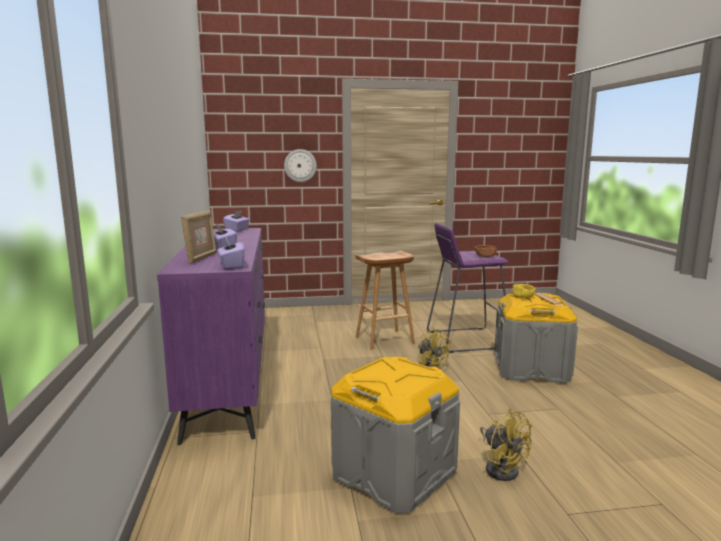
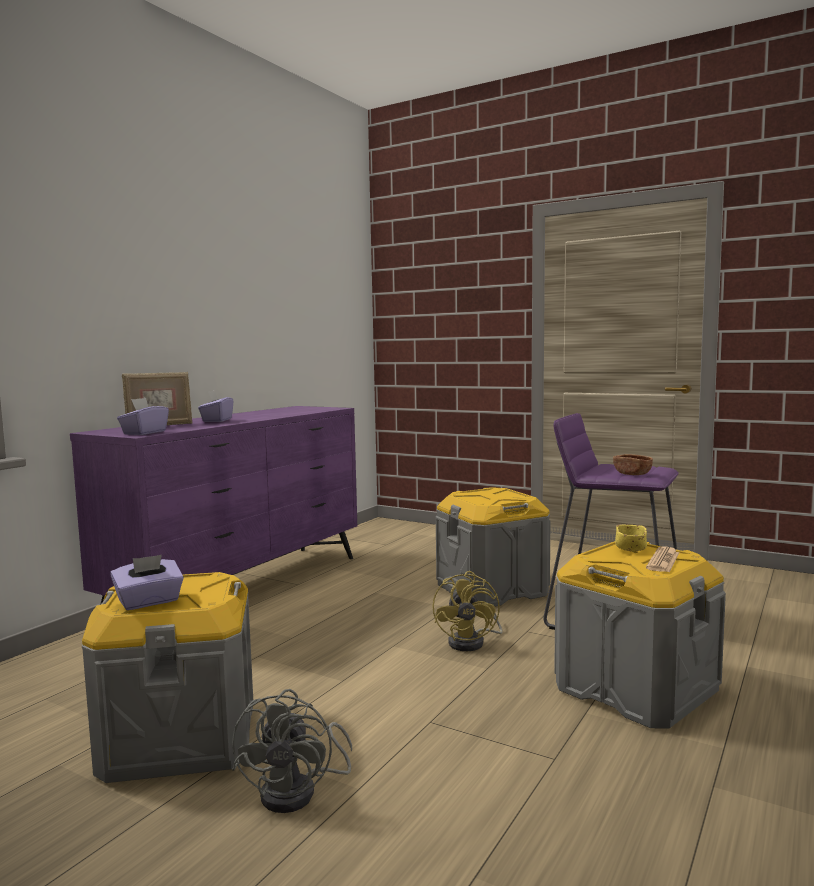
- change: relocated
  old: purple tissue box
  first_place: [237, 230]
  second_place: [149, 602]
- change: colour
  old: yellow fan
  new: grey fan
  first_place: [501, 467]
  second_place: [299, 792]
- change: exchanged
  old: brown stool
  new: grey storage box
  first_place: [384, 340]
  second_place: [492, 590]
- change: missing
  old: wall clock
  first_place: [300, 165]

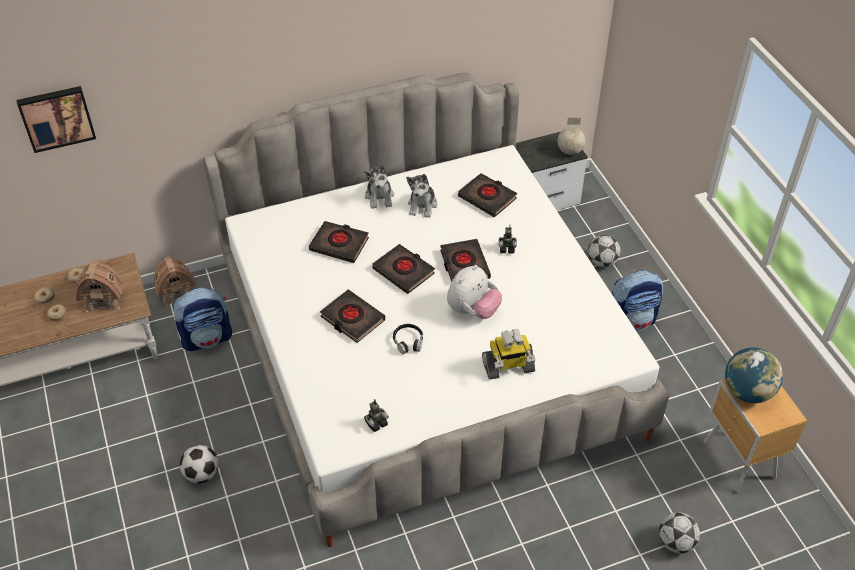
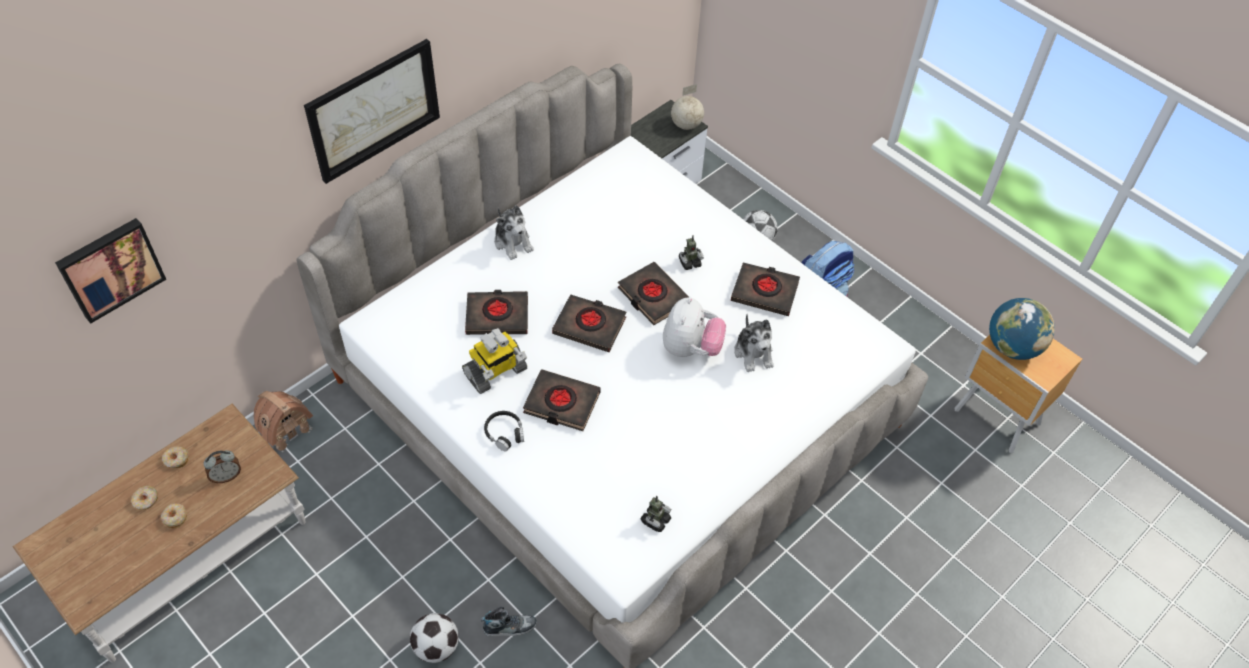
- change: exchanged
  old: toy house
  new: alarm clock
  first_place: [104, 299]
  second_place: [226, 476]
- change: appeared
  new: picture
  second_place: [374, 110]
- change: relocated
  old: toy robot
  first_place: [508, 367]
  second_place: [495, 372]
- change: appeared
  new: shoe
  second_place: [509, 627]
- change: relocated
  old: black headphones
  first_place: [408, 341]
  second_place: [505, 433]
- change: relocated
  old: black book
  first_place: [487, 198]
  second_place: [765, 292]
- change: relocated
  old: plush toy
  first_place: [422, 205]
  second_place: [753, 353]
- change: missing
  old: backpack
  first_place: [207, 338]
- change: missing
  old: football
  first_place: [675, 542]

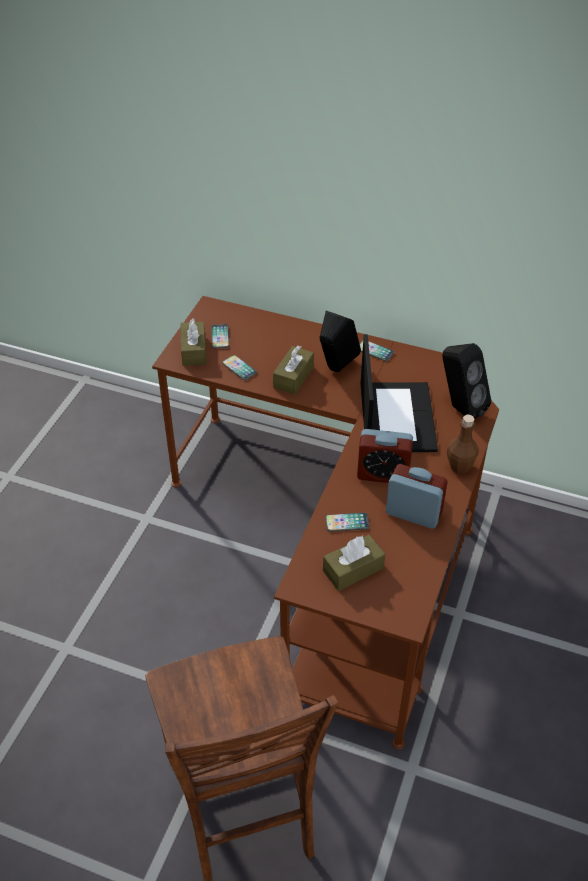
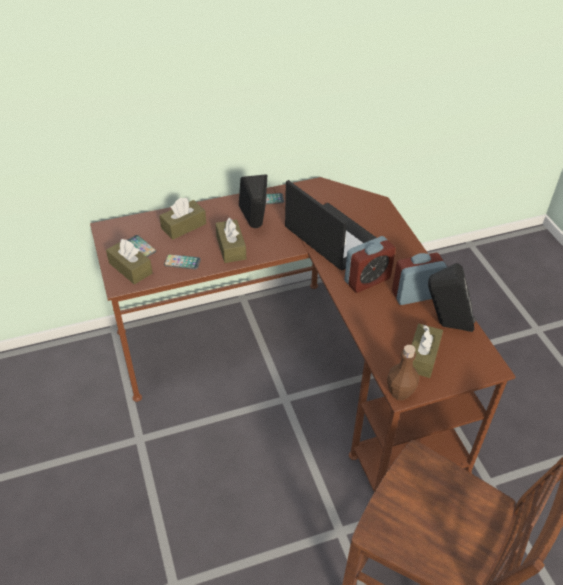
- change: appeared
  new: brown tissue box
  second_place: [184, 226]
- change: relocated
  old: brown bottle
  first_place: [459, 466]
  second_place: [400, 392]
- change: relocated
  old: black speaker
  first_place: [459, 408]
  second_place: [445, 324]
- change: missing
  old: phone
  first_place: [347, 523]

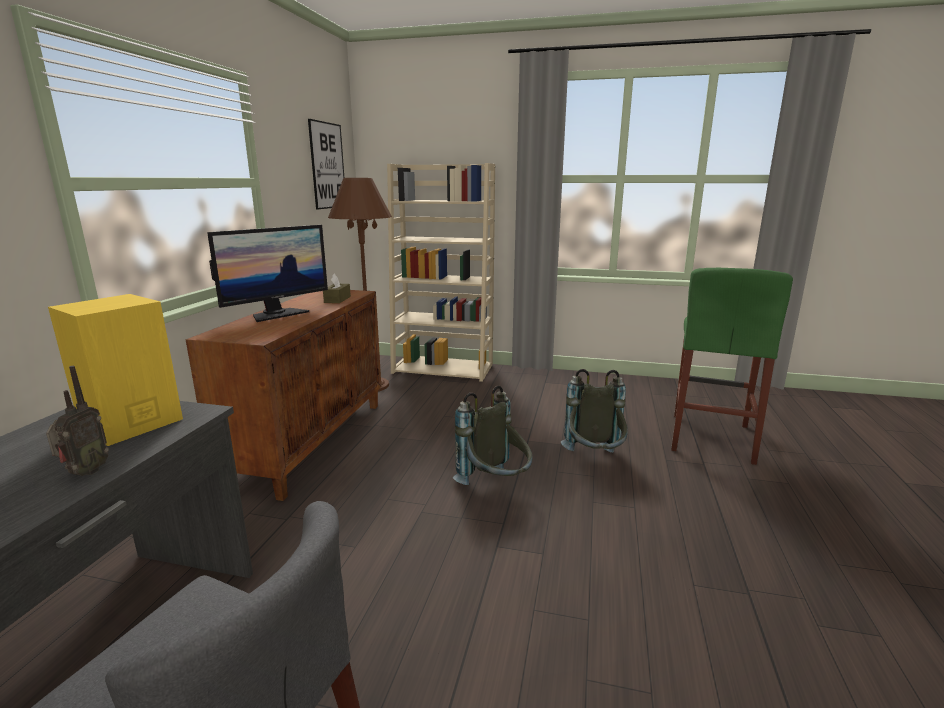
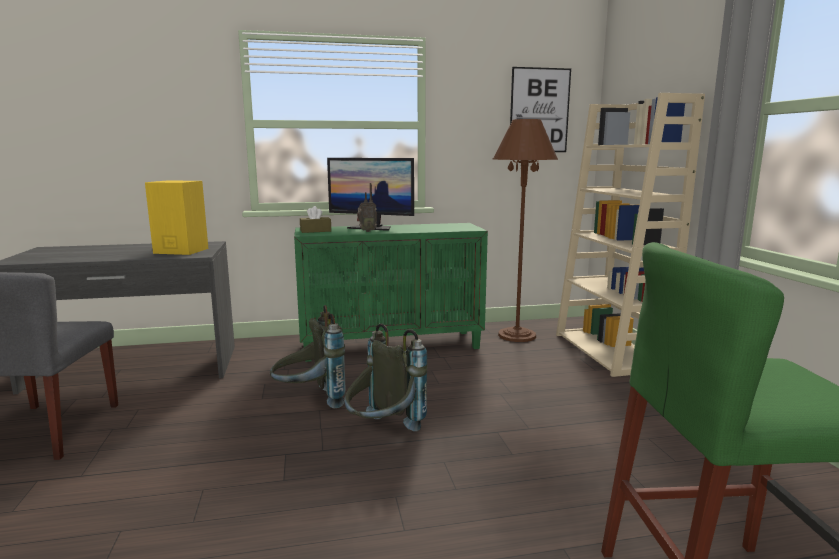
- change: relocated
  old: grey backpack
  first_place: [594, 460]
  second_place: [310, 401]
- change: colour
  old: brown cabinet
  new: green cabinet
  first_place: [311, 441]
  second_place: [392, 345]
- change: relocated
  old: brown tissue box
  first_place: [337, 299]
  second_place: [315, 231]
- change: relocated
  old: radio
  first_place: [84, 473]
  second_place: [366, 231]

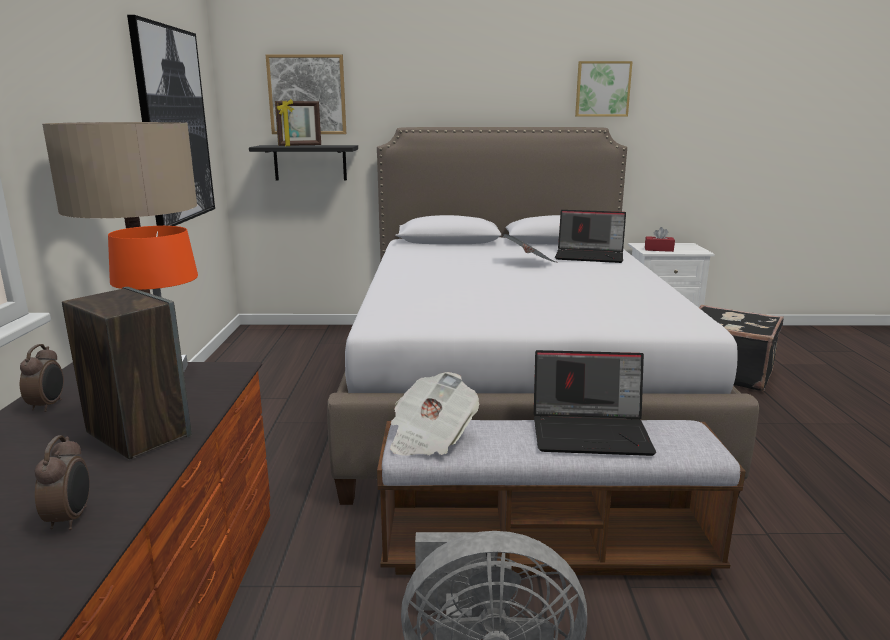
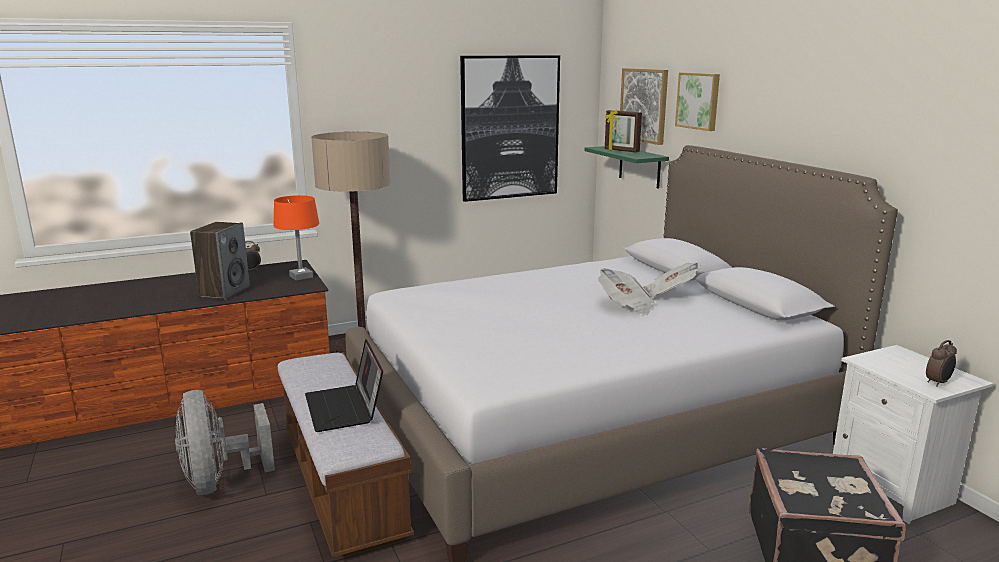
- change: colour
  old: black shelf
  new: green shelf
  first_place: [310, 162]
  second_place: [639, 166]
- change: relocated
  old: newspaper
  first_place: [430, 437]
  second_place: [667, 294]
- change: relocated
  old: picture
  first_place: [602, 89]
  second_place: [699, 101]
- change: relocated
  old: alarm clock
  first_place: [71, 518]
  second_place: [938, 383]
- change: missing
  old: laptop
  first_place: [590, 256]
- change: missing
  old: red tissue box
  first_place: [658, 249]

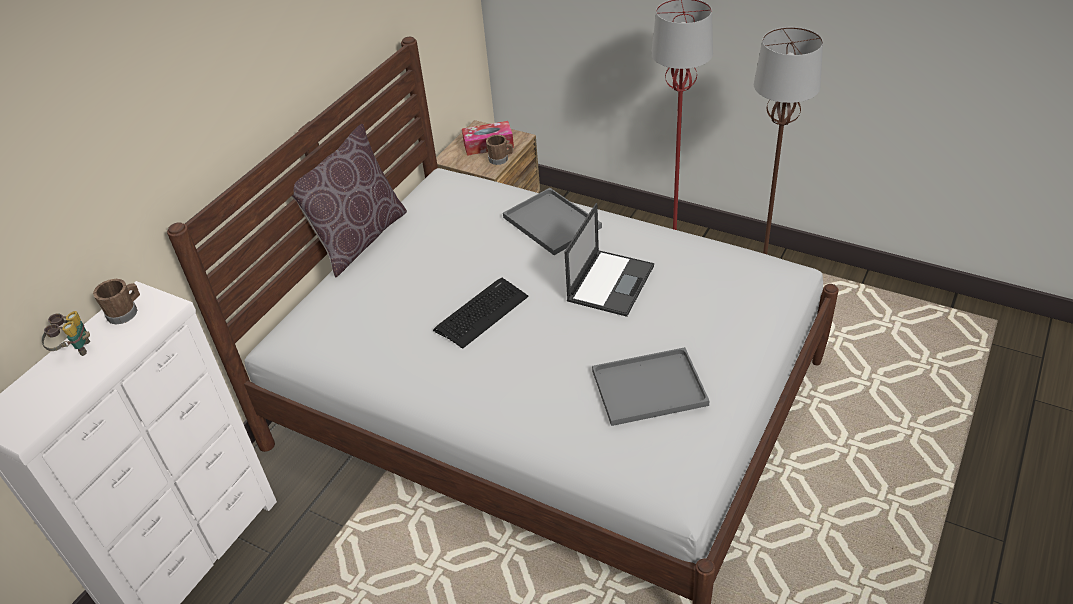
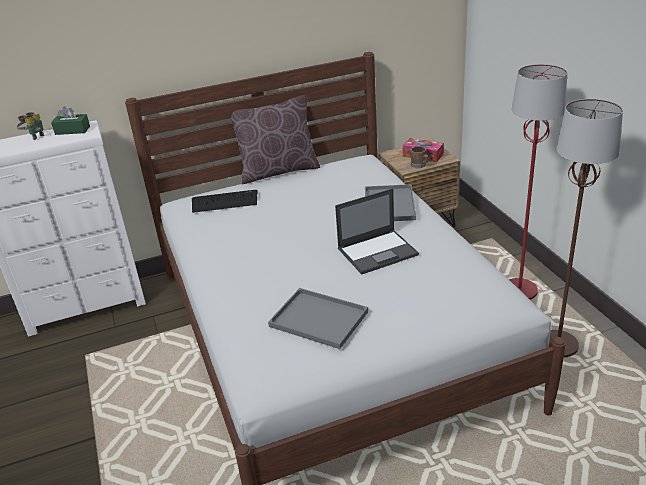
- change: exchanged
  old: brown mug
  new: green tissue box
  first_place: [126, 312]
  second_place: [72, 130]
- change: relocated
  old: keyboard
  first_place: [481, 313]
  second_place: [224, 202]

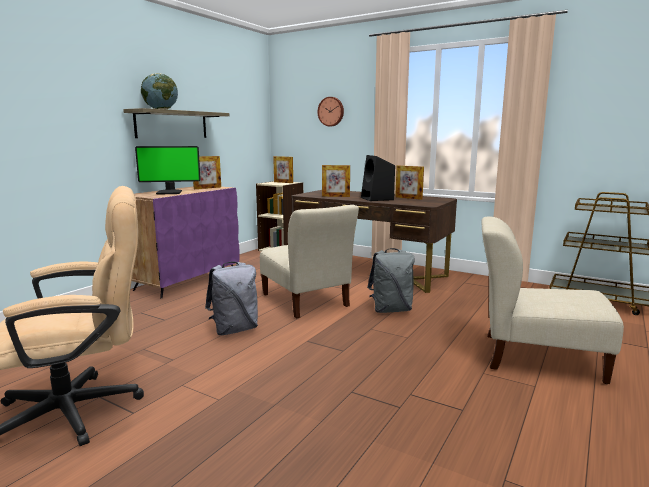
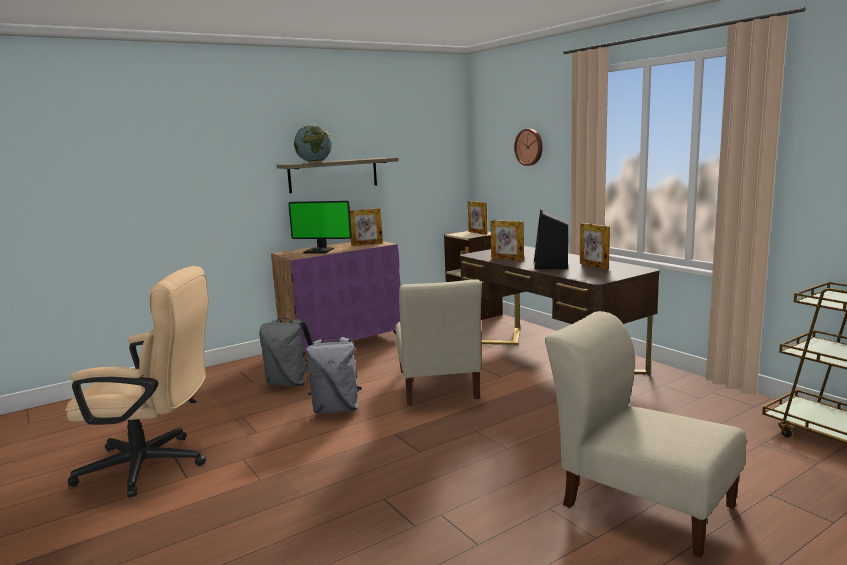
- change: relocated
  old: grey backpack
  first_place: [391, 310]
  second_place: [289, 383]

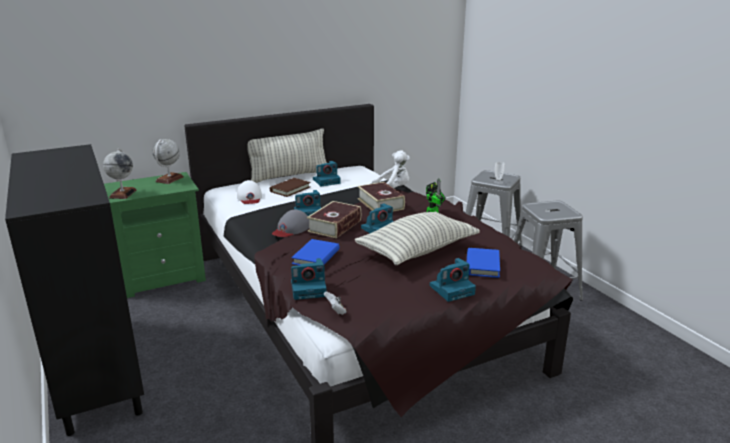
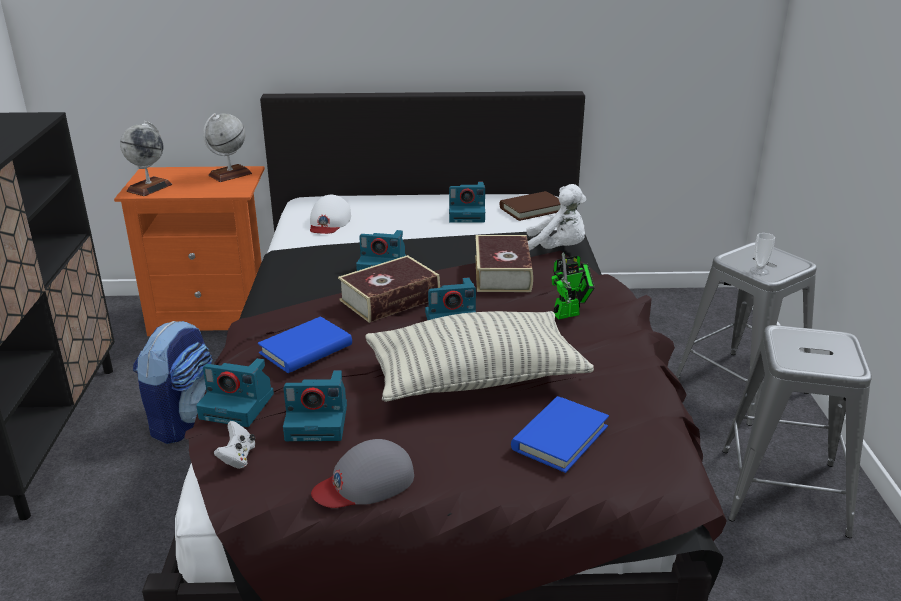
- change: colour
  old: green nightstand
  new: orange nightstand
  first_place: [162, 277]
  second_place: [214, 316]
- change: appeared
  new: backpack
  second_place: [183, 420]
- change: relocated
  old: photo camera
  first_place: [452, 289]
  second_place: [318, 422]
- change: relocated
  old: grey cap
  first_place: [291, 229]
  second_place: [365, 483]
- change: relocated
  old: brown book
  first_place: [290, 189]
  second_place: [532, 209]
- change: missing
  old: pillow
  first_place: [289, 176]

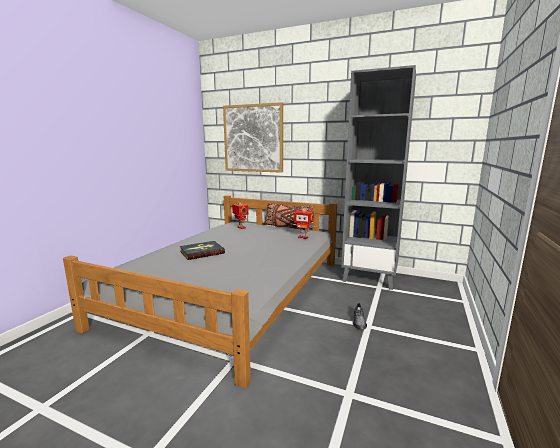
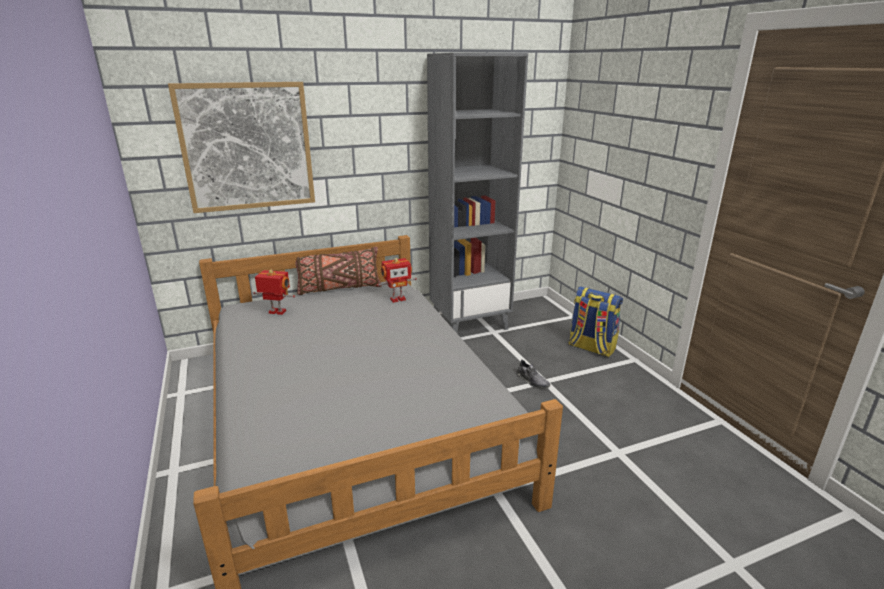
- change: appeared
  new: backpack
  second_place: [591, 348]
- change: missing
  old: book
  first_place: [202, 252]

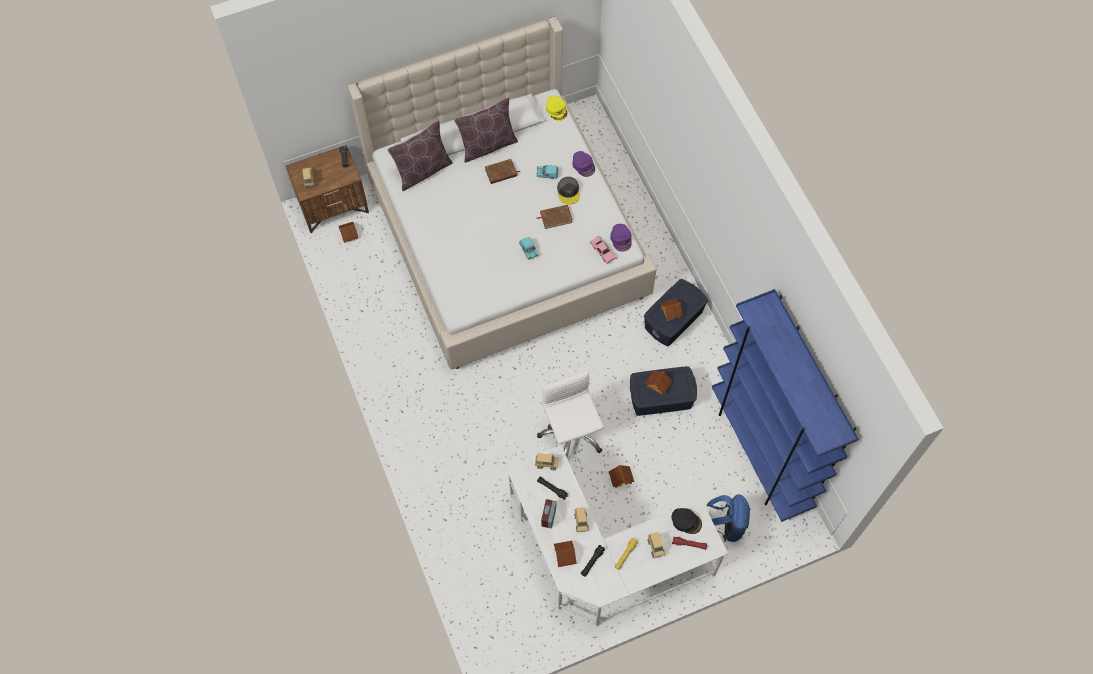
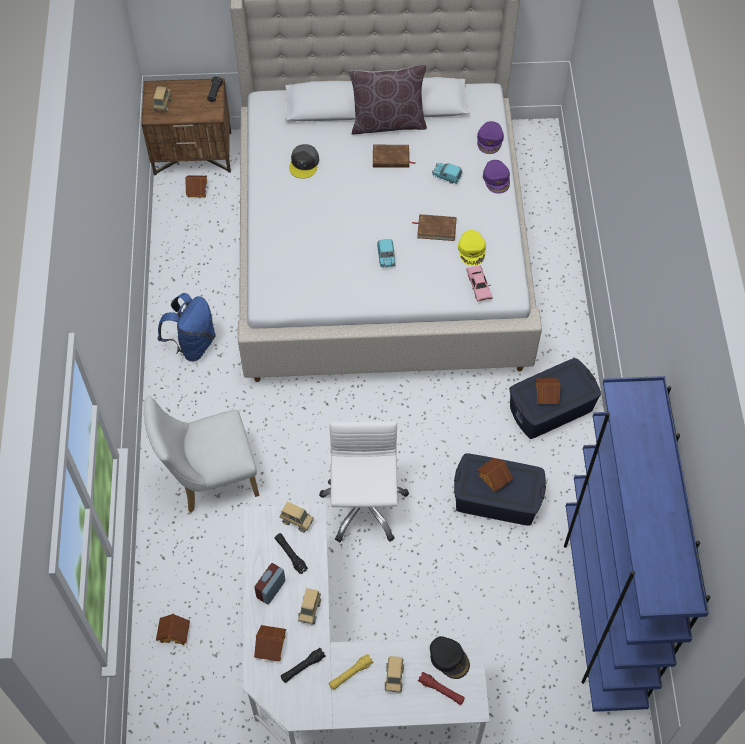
- change: appeared
  new: white chair
  second_place: [209, 479]
- change: relocated
  old: toy house
  first_place: [621, 478]
  second_place: [174, 632]
- change: relocated
  old: blue backpack
  first_place: [725, 526]
  second_place: [192, 344]
- change: relocated
  old: grey cap
  first_place: [568, 191]
  second_place: [304, 164]
- change: relocated
  old: yellow cap
  first_place: [556, 109]
  second_place: [472, 250]
- change: relocated
  old: purple cap
  first_place: [621, 239]
  second_place: [490, 140]
- change: missing
  old: brown pillow
  first_place: [422, 170]

